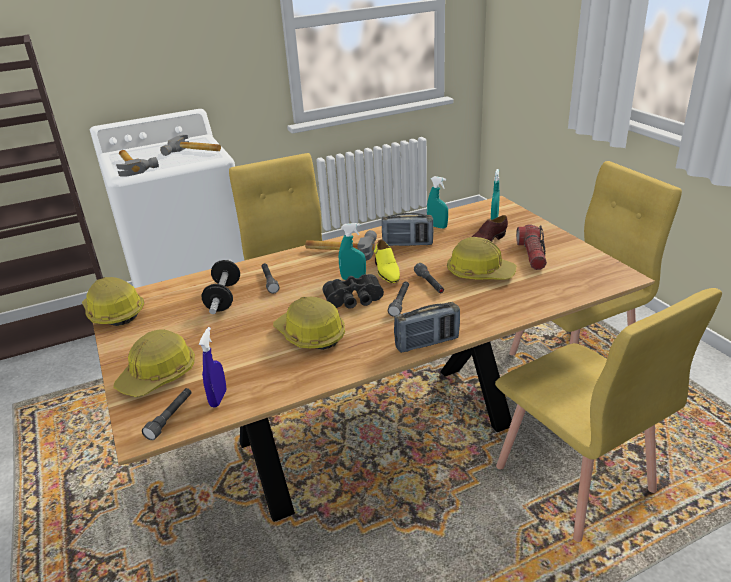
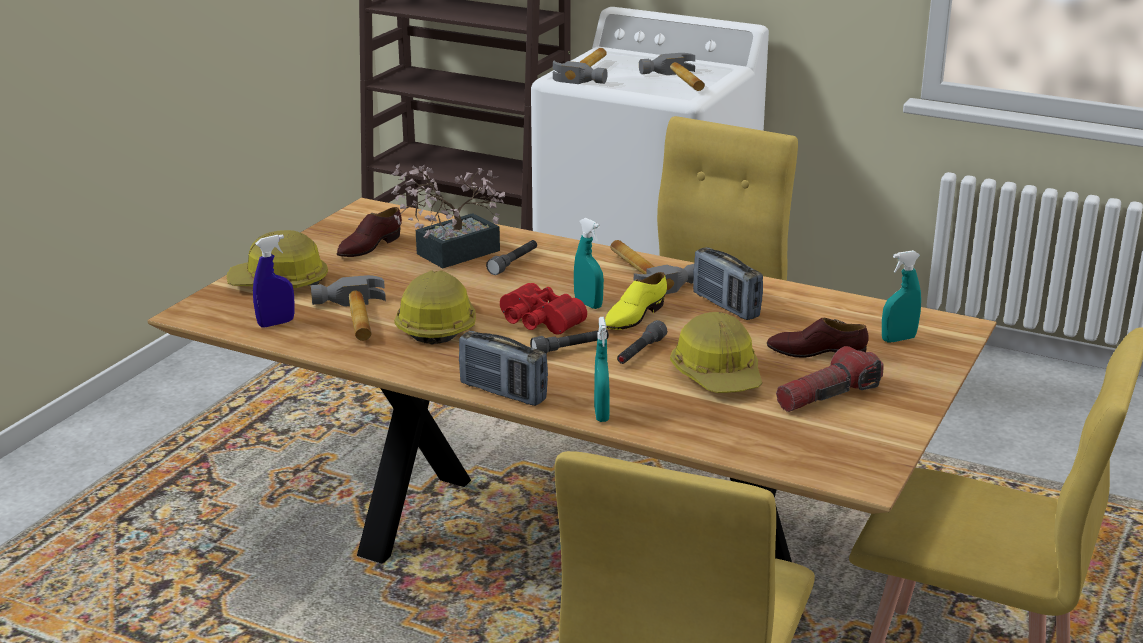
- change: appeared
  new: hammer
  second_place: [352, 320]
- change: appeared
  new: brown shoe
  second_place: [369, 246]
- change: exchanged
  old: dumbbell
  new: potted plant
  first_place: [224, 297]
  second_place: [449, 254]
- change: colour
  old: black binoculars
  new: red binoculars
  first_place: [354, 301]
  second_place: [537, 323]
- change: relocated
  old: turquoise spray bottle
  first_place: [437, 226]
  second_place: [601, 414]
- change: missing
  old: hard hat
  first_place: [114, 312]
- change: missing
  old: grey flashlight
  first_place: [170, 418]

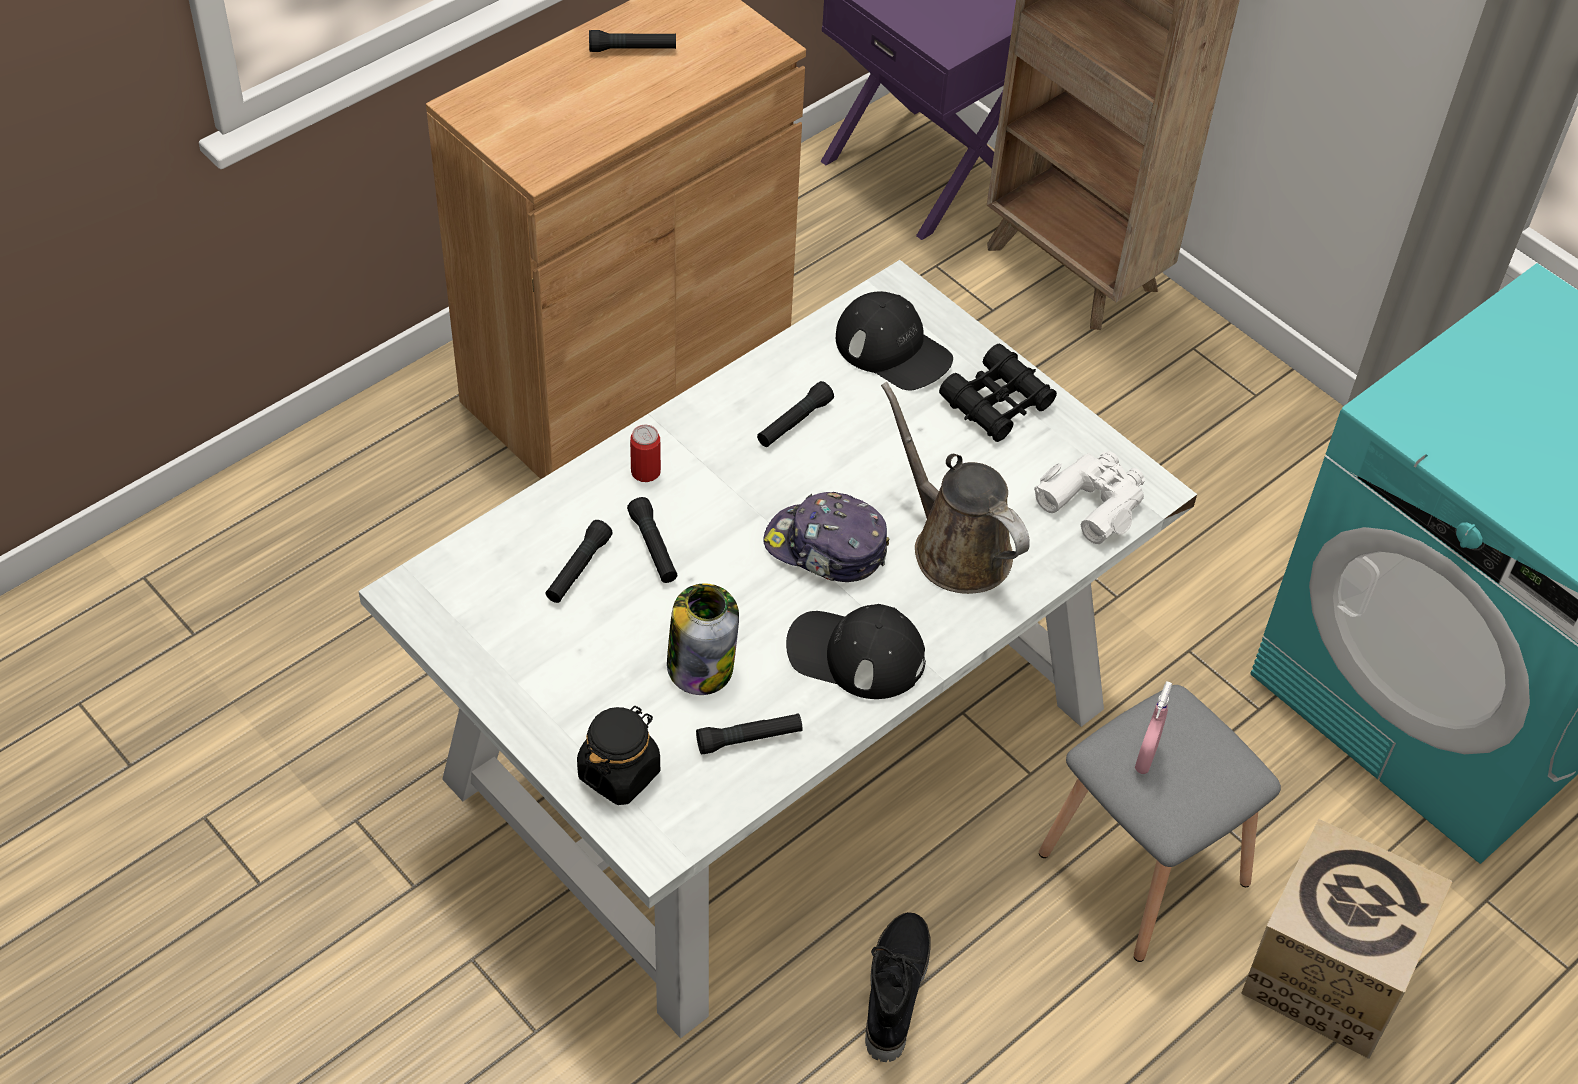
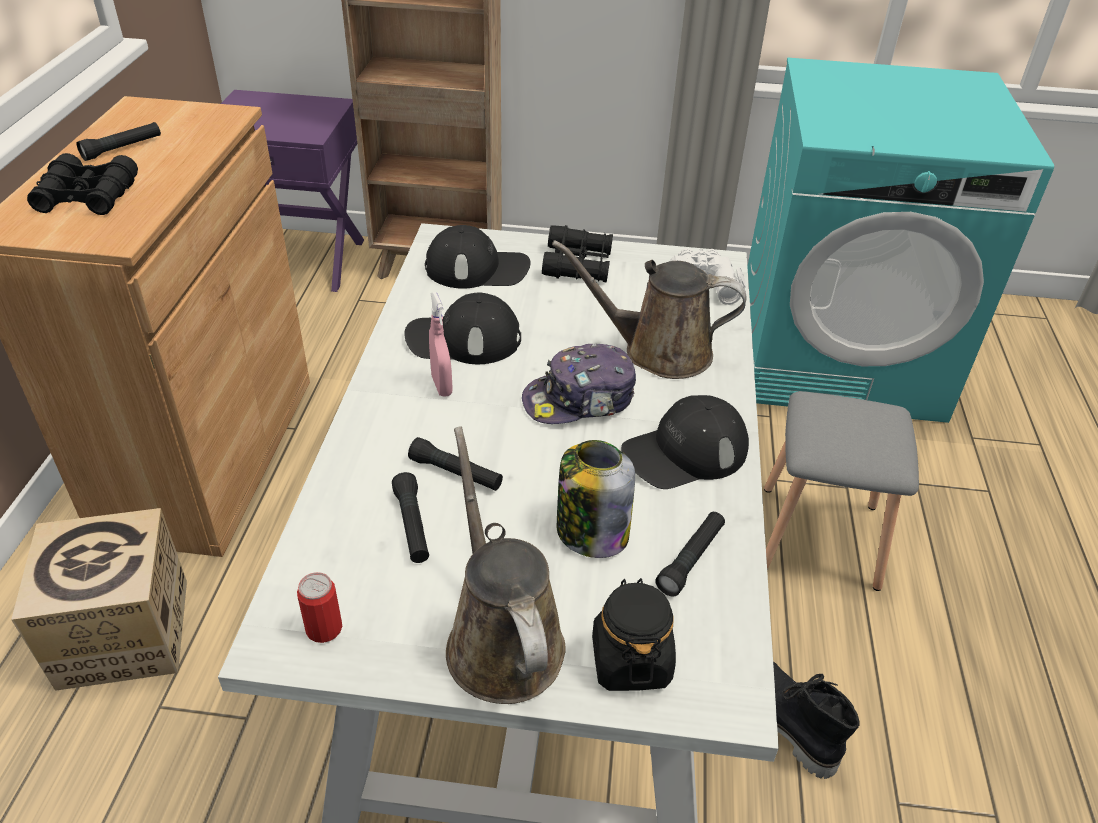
- change: relocated
  old: cardboard box
  first_place: [1327, 972]
  second_place: [123, 634]
- change: appeared
  new: black binoculars
  second_place: [88, 197]
- change: relocated
  old: can
  first_place: [645, 472]
  second_place: [324, 628]
- change: exchanged
  old: black flashlight
  new: black cap
  first_place: [794, 422]
  second_place: [463, 339]
- change: relocated
  old: pink spray bottle
  first_place: [1145, 758]
  second_place: [441, 386]
- change: appeared
  new: brown watering can
  second_place: [501, 639]

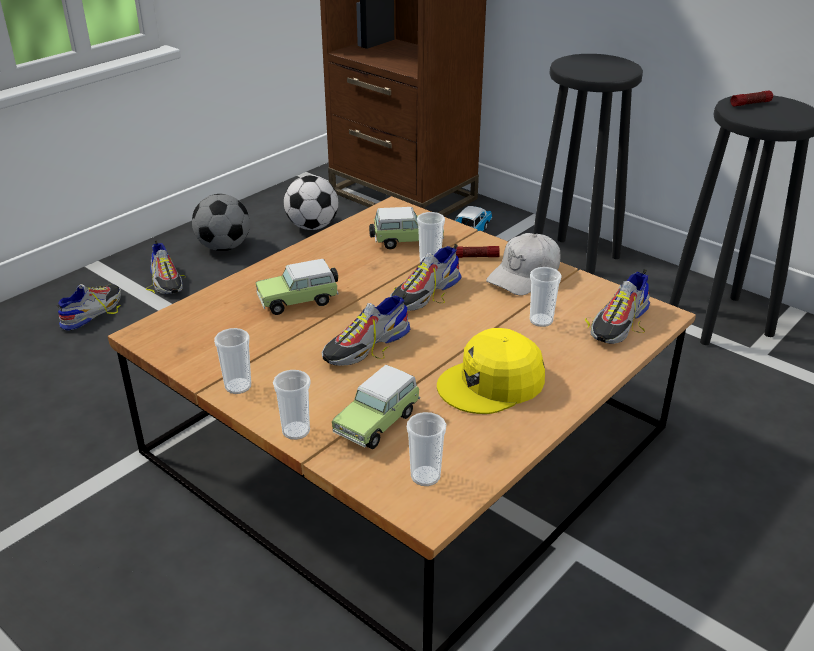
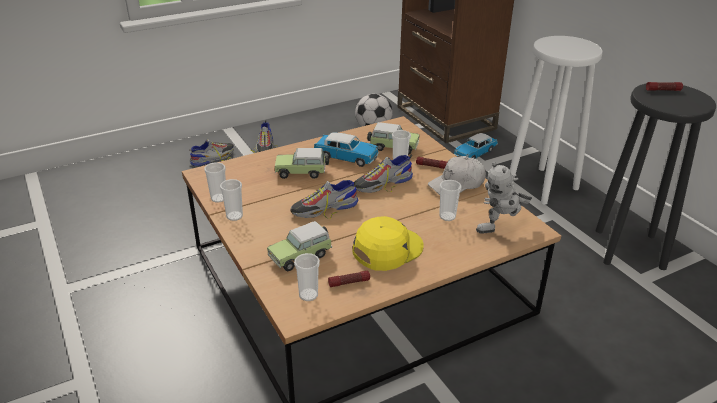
- change: relocated
  old: cup
  first_place: [296, 431]
  second_place: [218, 198]
- change: appeared
  new: toy car
  second_place: [346, 157]
- change: appeared
  new: flashlight
  second_place: [349, 282]
- change: spun
  old: yellow cap
  first_place: [492, 383]
  second_place: [387, 249]
  degrees: 150
- change: exchanged
  old: shoe
  new: toy robot
  first_place: [619, 323]
  second_place: [500, 229]
- change: colour
  old: black stool
  new: white stool
  first_place: [573, 261]
  second_place: [541, 185]
- change: missing
  old: football
  first_place: [224, 247]

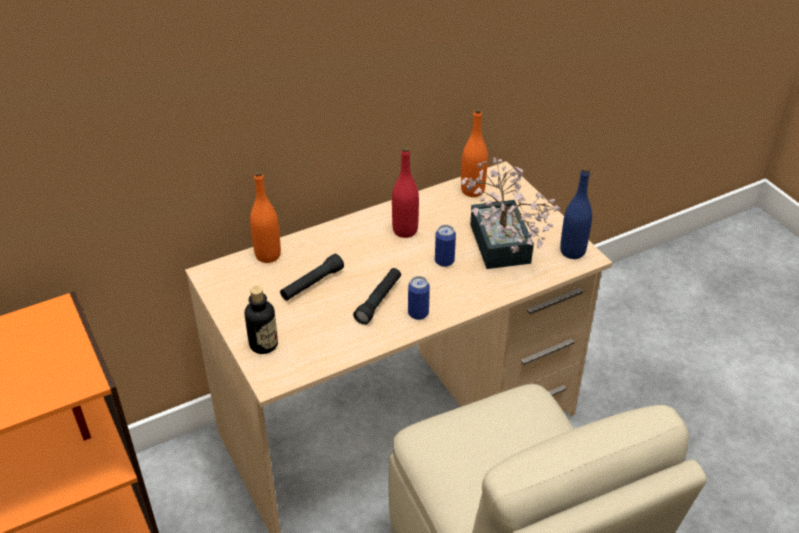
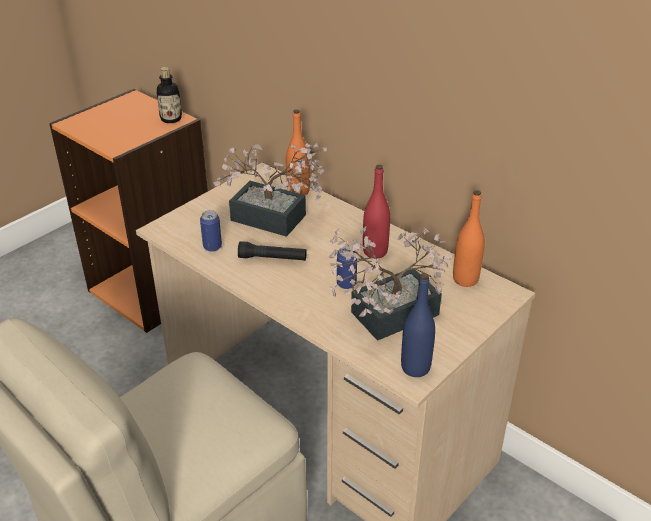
- change: relocated
  old: bottle
  first_place: [263, 344]
  second_place: [171, 119]
- change: relocated
  old: can
  first_place: [418, 313]
  second_place: [212, 247]
- change: exchanged
  old: black flashlight
  new: potted plant
  first_place: [312, 284]
  second_place: [275, 220]

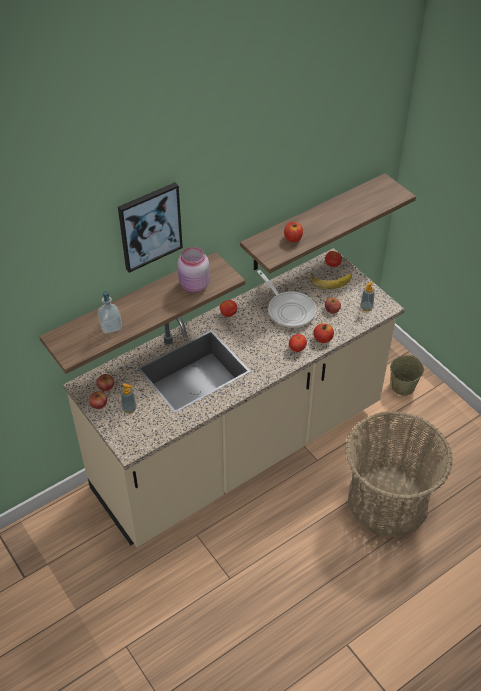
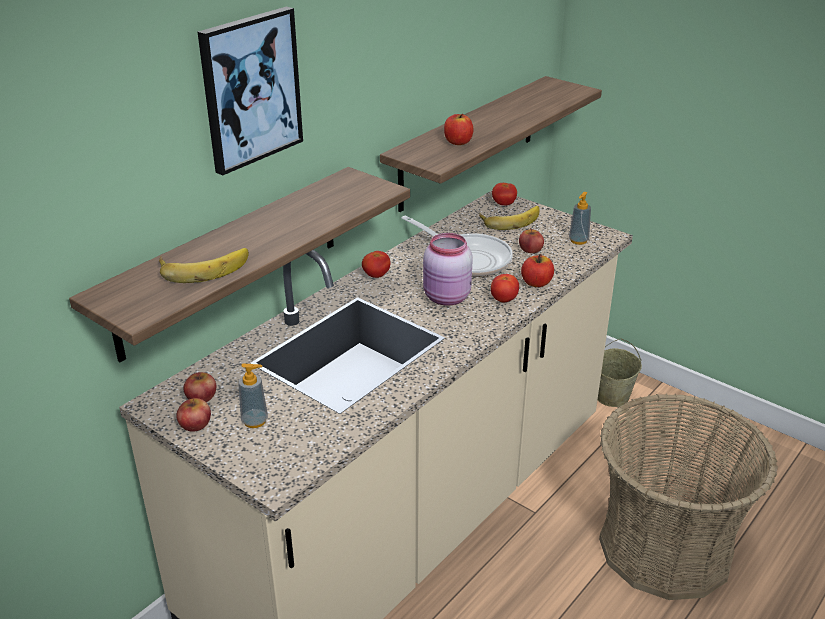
- change: exchanged
  old: soap dispenser
  new: banana
  first_place: [111, 326]
  second_place: [204, 267]
- change: relocated
  old: pink jar
  first_place: [194, 286]
  second_place: [446, 298]

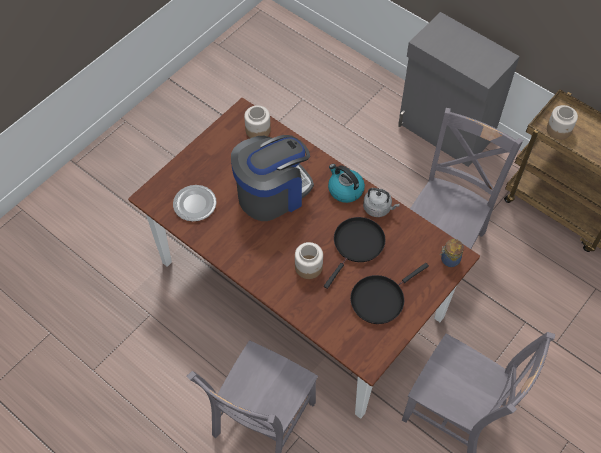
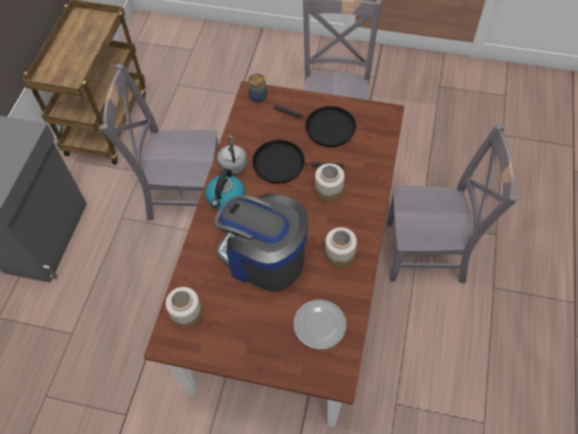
- change: relocated
  old: jar
  first_place: [559, 129]
  second_place: [340, 254]

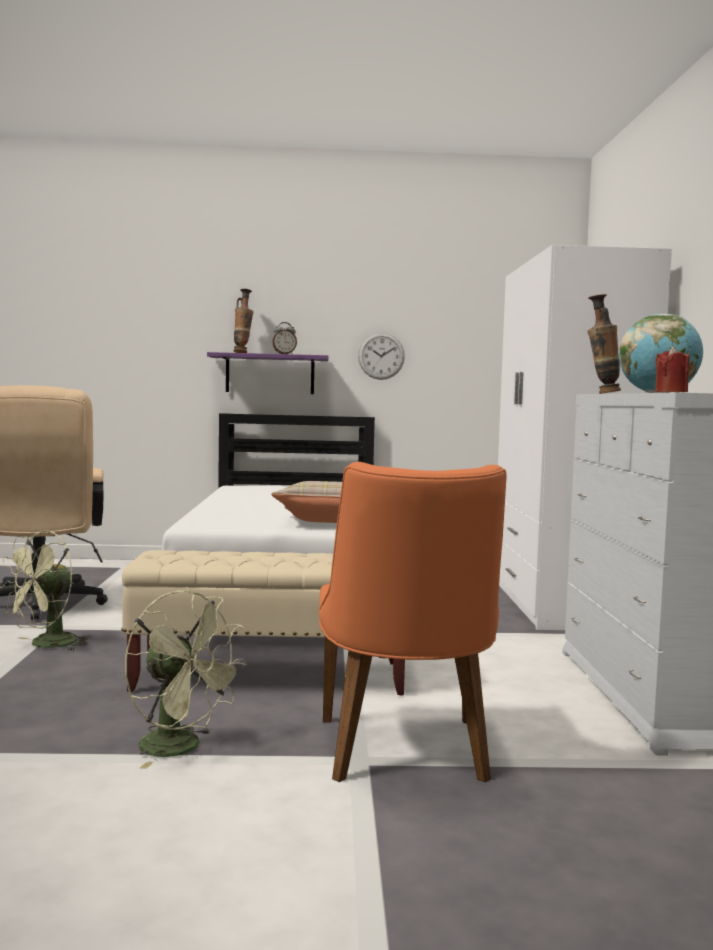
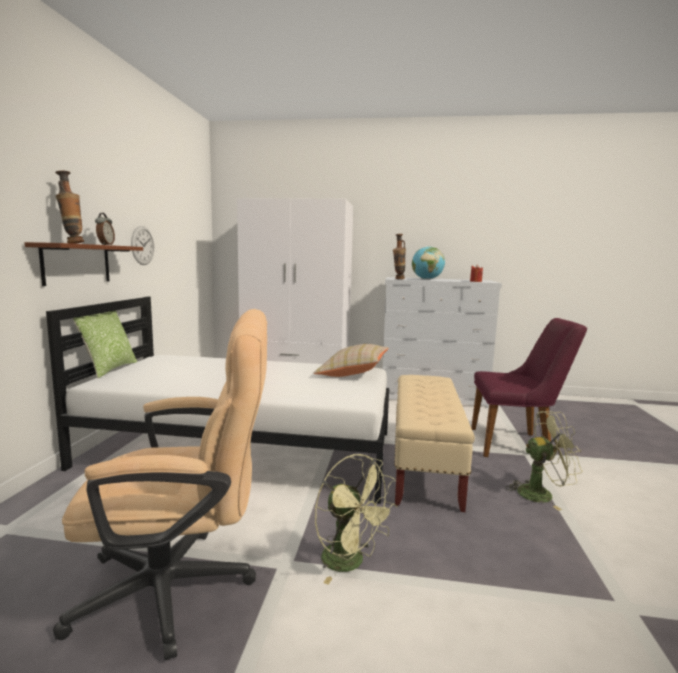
- change: colour
  old: purple shelf
  new: brown shelf
  first_place: [270, 374]
  second_place: [77, 264]
- change: appeared
  new: pillow
  second_place: [109, 369]
- change: colour
  old: orange chair
  new: purple chair
  first_place: [405, 756]
  second_place: [517, 444]
- change: spun
  old: green fan
  first_place: [181, 748]
  second_place: [541, 494]
  degrees: 45

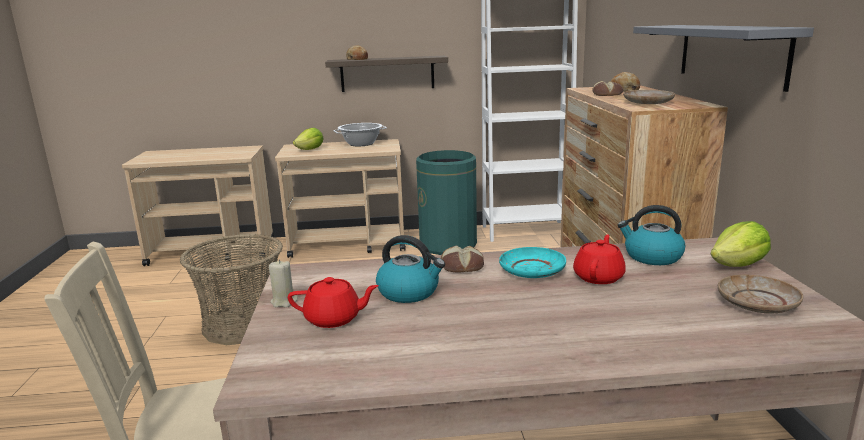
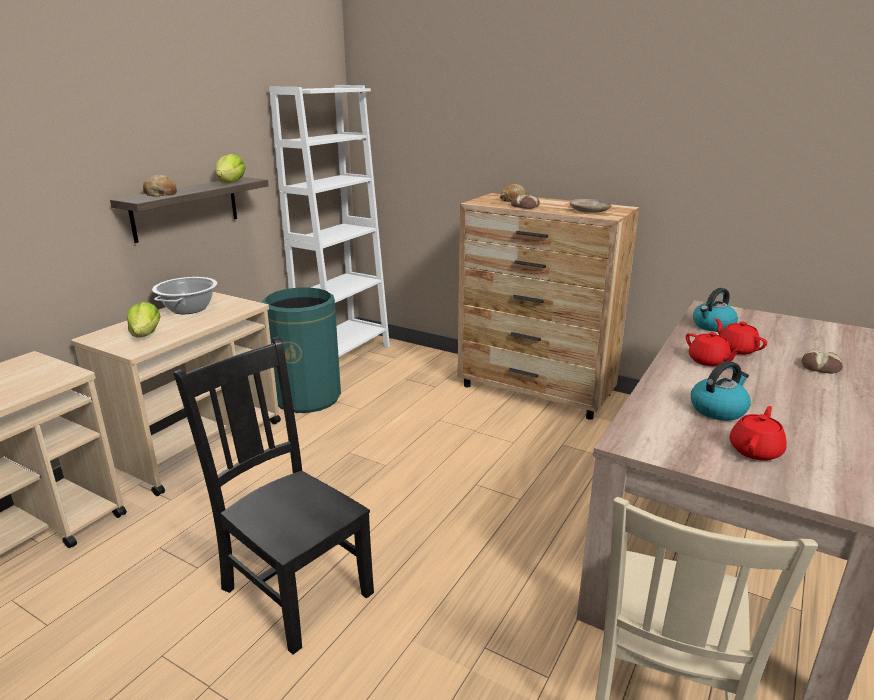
- change: exchanged
  old: basket
  new: black chair
  first_place: [243, 325]
  second_place: [294, 588]
- change: relocated
  old: lettuce
  first_place: [738, 265]
  second_place: [231, 183]
- change: exchanged
  old: turquoise plate
  new: red teapot
  first_place: [532, 271]
  second_place: [708, 361]
- change: relocated
  old: bread
  first_place: [462, 266]
  second_place: [821, 367]
- change: missing
  old: beige candle
  first_place: [284, 301]
- change: missing
  old: grey shelf
  first_place: [731, 53]
- change: missing
  old: beige plate
  first_place: [757, 303]

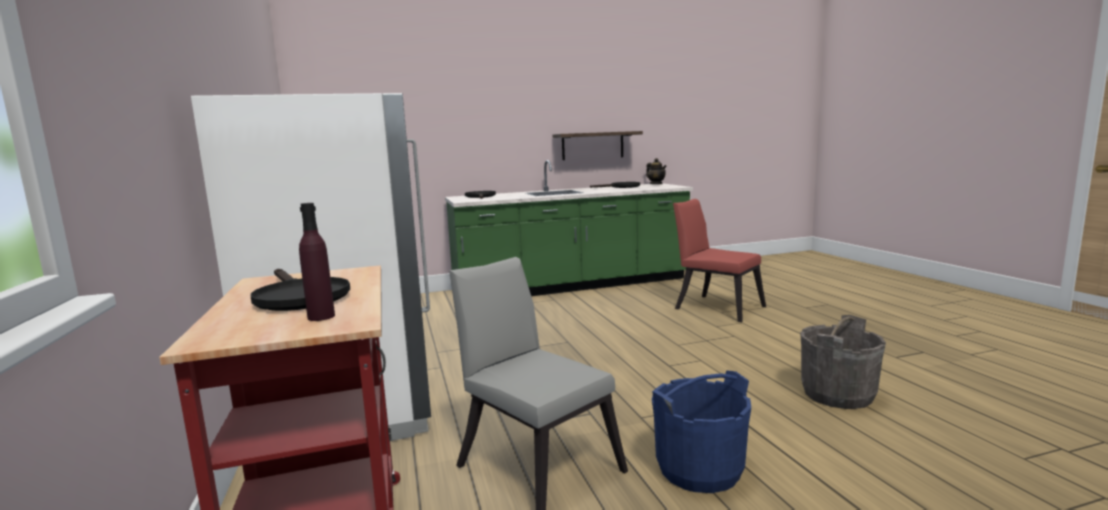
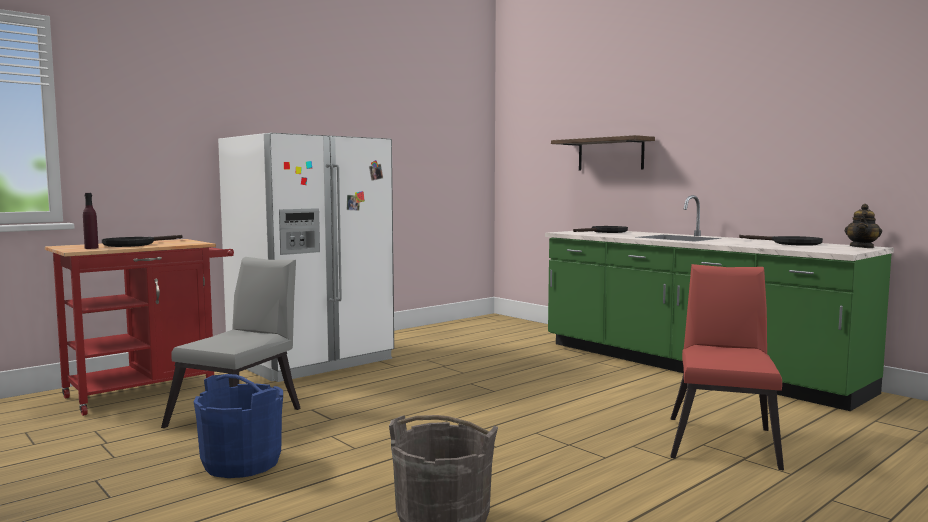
- change: relocated
  old: shelf
  first_place: [592, 145]
  second_place: [610, 154]

